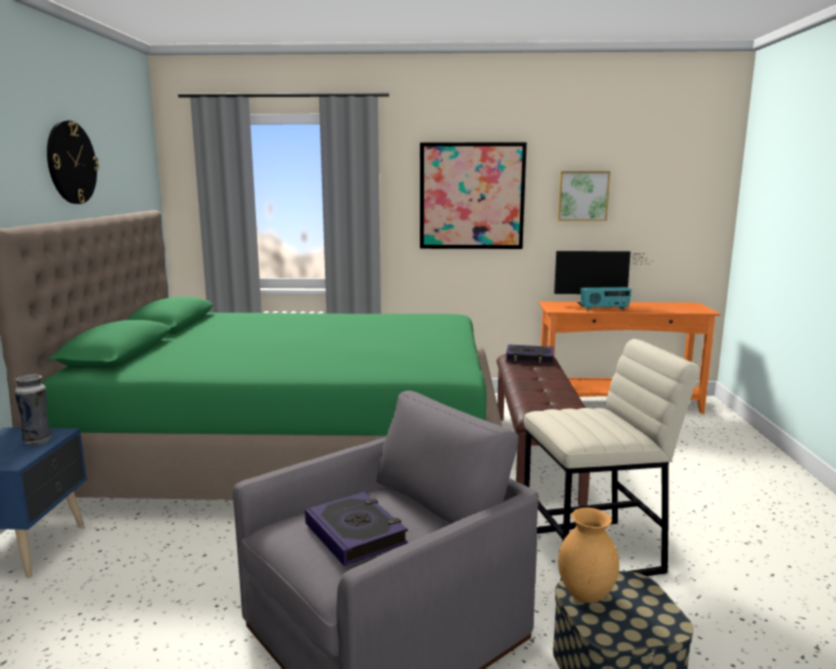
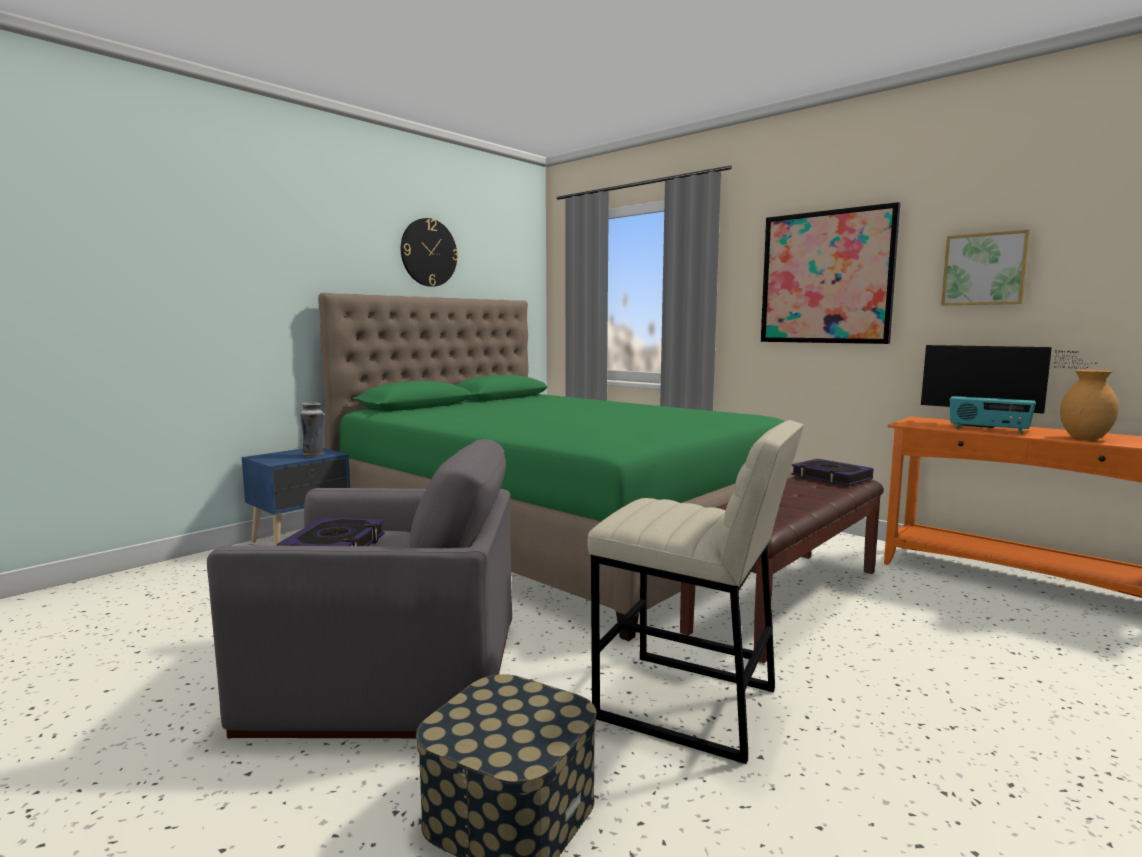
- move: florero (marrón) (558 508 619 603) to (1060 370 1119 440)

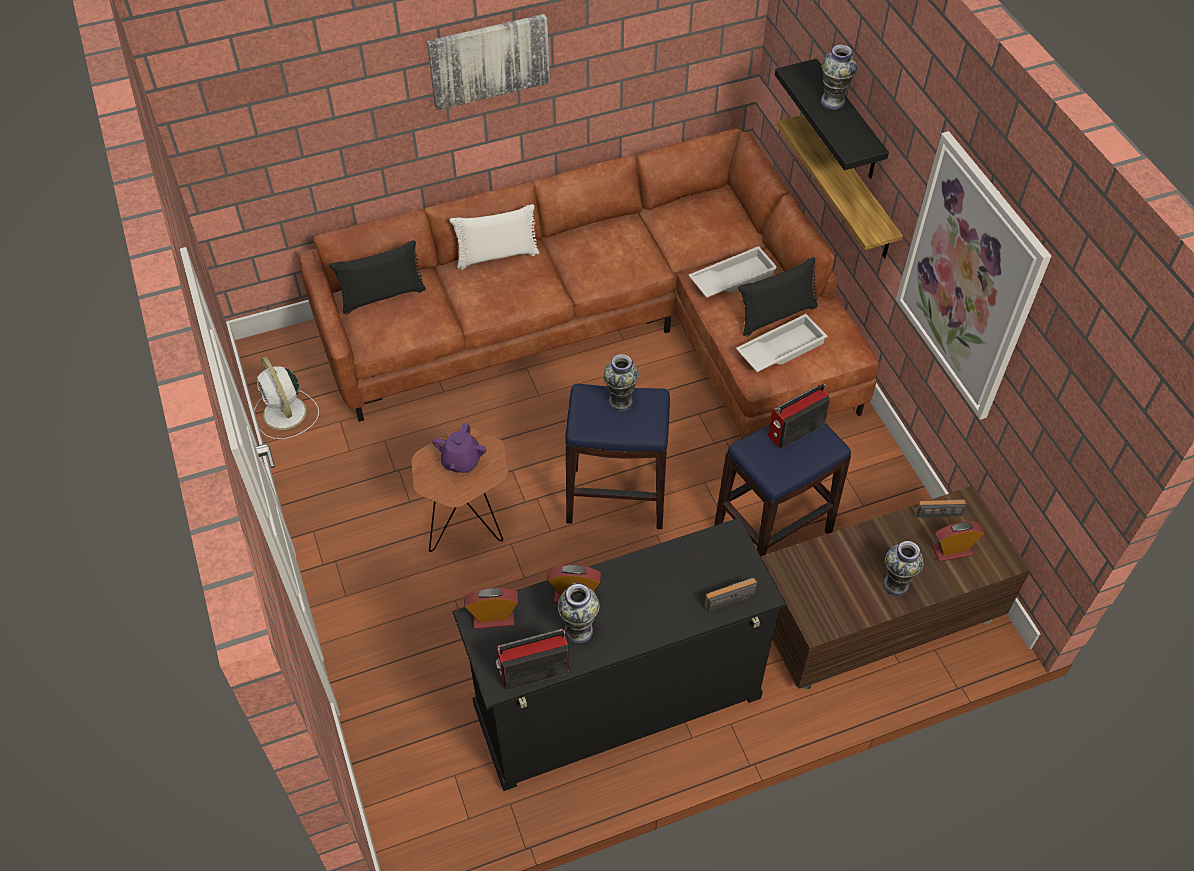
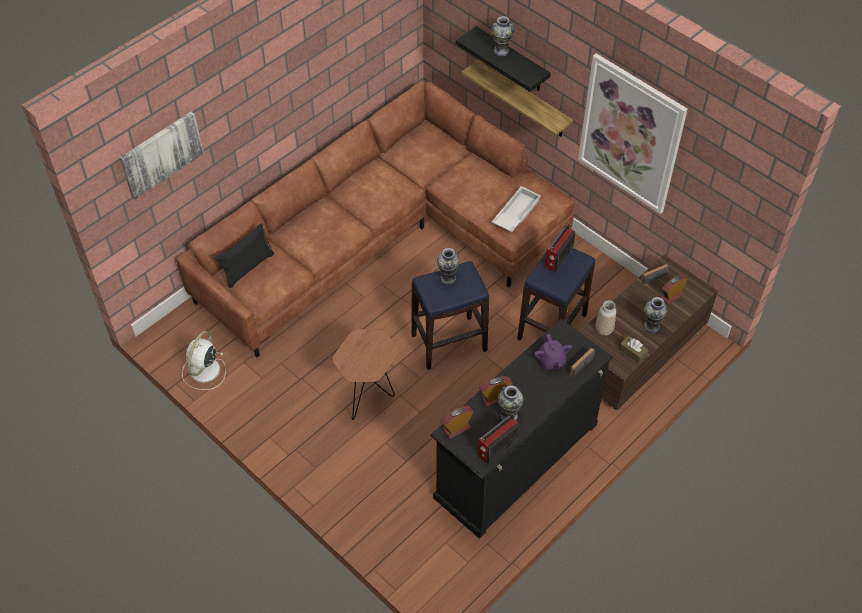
- delete: cojín (blanco) (450 204 539 270)
- delete: bandeja (blanco) (688 246 778 298)
- delete: cojín (negro) (738 257 818 336)
- insert: florero (596 300 616 336)
- insert: caja de pañuelos (marrón) (619 336 648 364)
- move: cuadro (427 14 550 110) to (120 111 204 200)
- move: tetera (morado) (432 423 486 473) to (534 334 572 370)
- rotate: ventilador (blanco) (254 357 319 439) = (182 331 226 390) 75 degrees clockwise

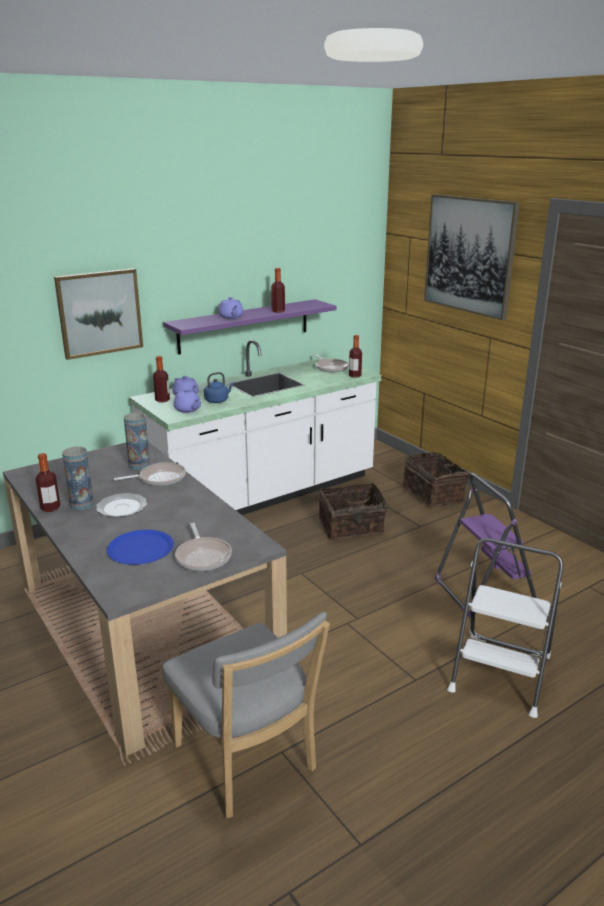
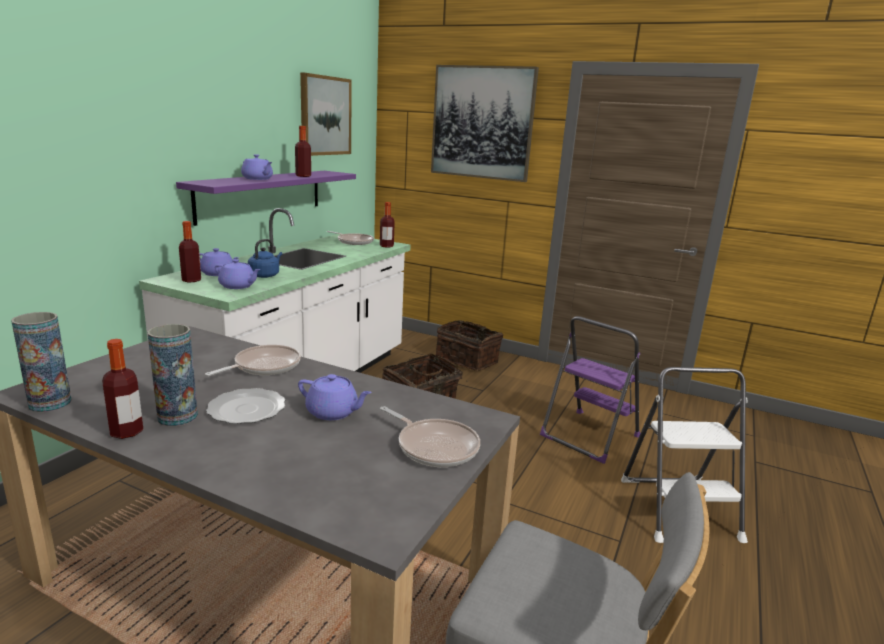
- delete: plato (azul) (107 530 174 565)
- insert: tetera (morado) (298 374 372 420)
- move: cuadro (54 268 143 360) to (300 73 352 156)
- move: florero (124 413 150 470) to (11 312 71 412)

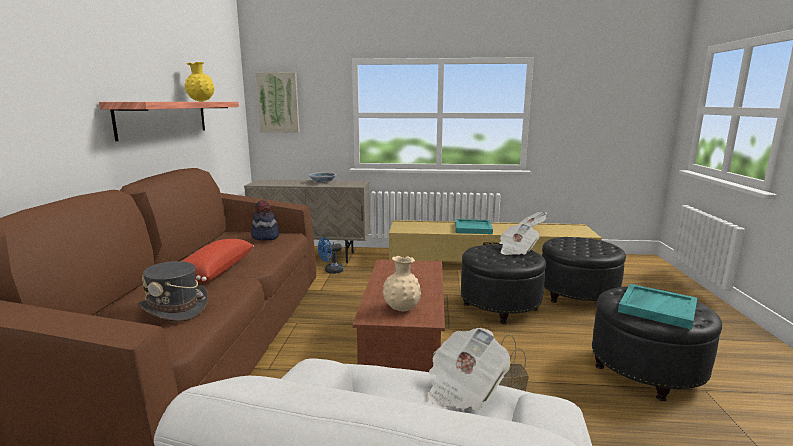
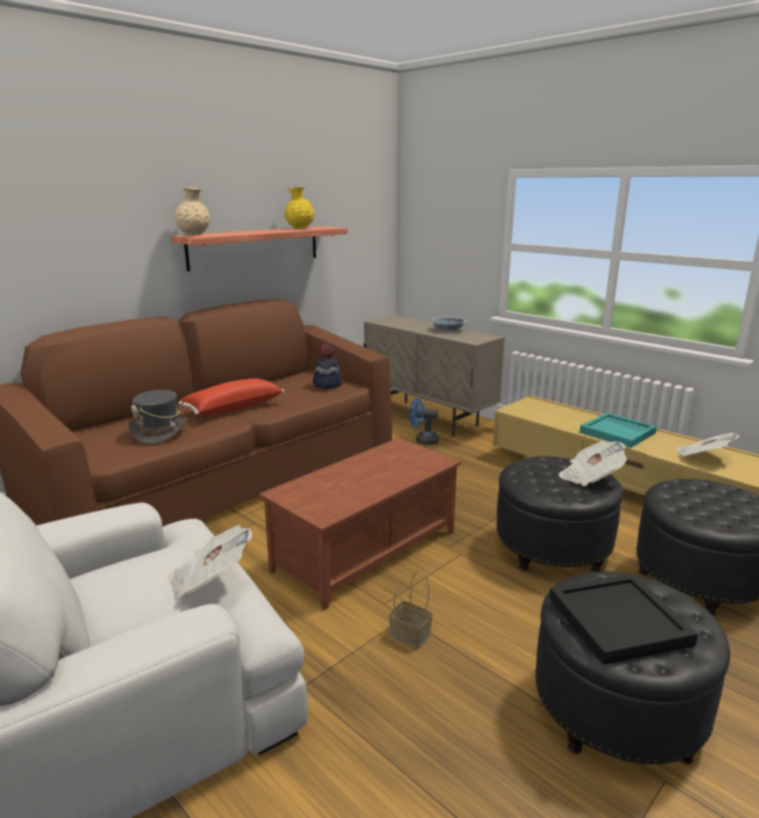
- delete: cuadro (256 72 300 133)
- move: florero (beis) (382 256 421 311) to (175 187 210 236)
- recolor: bandeja (turquesa) (618 284 698 330) to bandeja (negro) (549 574 698 665)

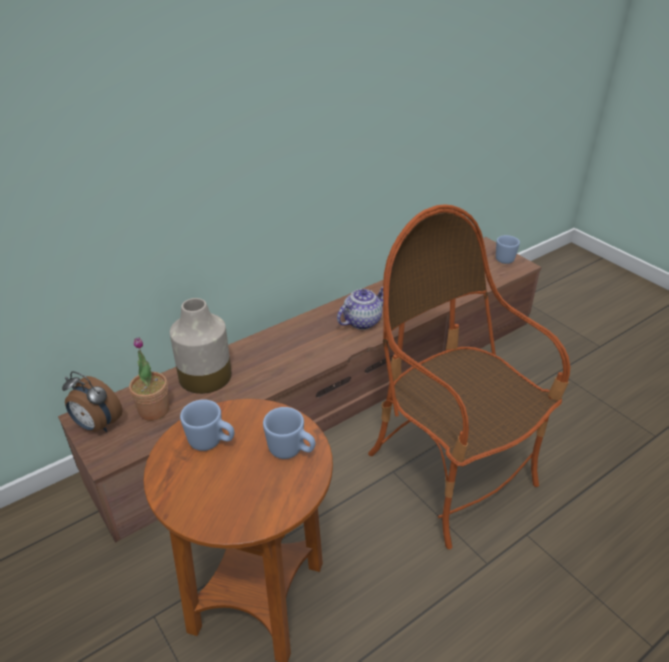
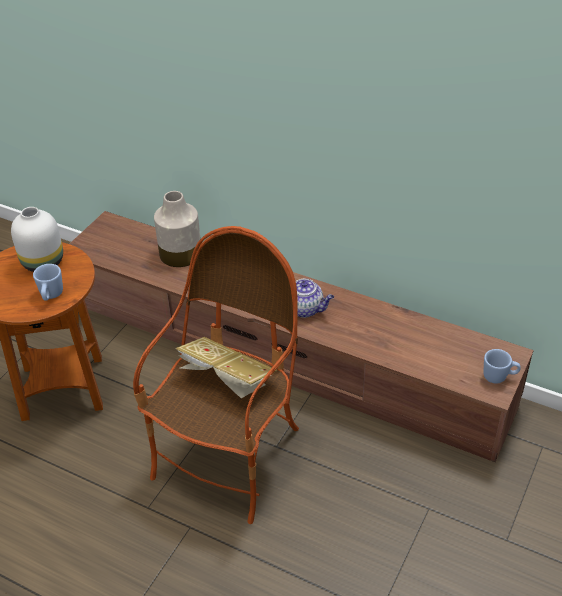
- delete: despertador (62 371 122 432)
- delete: planta en maceta (129 337 169 421)
- insert: libro (175 337 277 398)
- replace: taza grande (azul) (180 400 235 451) to florero (blanco) (11 207 63 272)

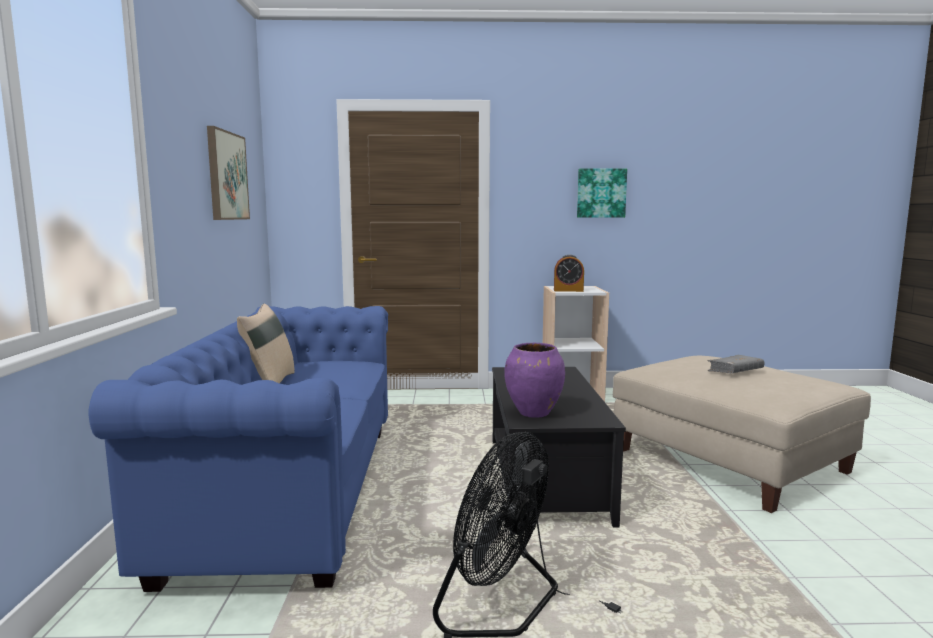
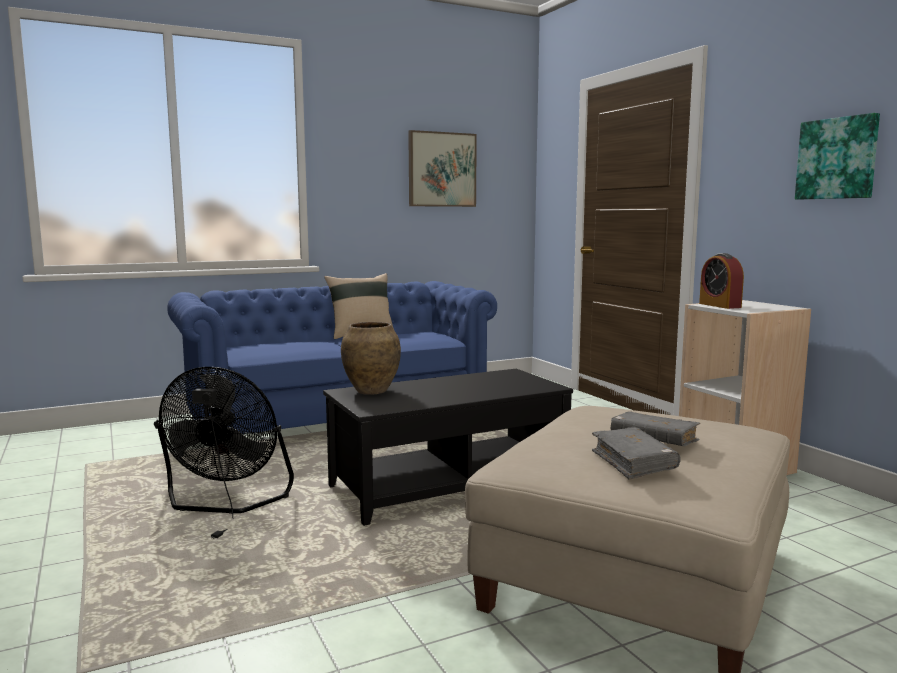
- insert: libro (gris) (592 427 680 479)
- recolor: florero (morado) (504 343 565 418) to florero (marrón) (341 322 401 395)

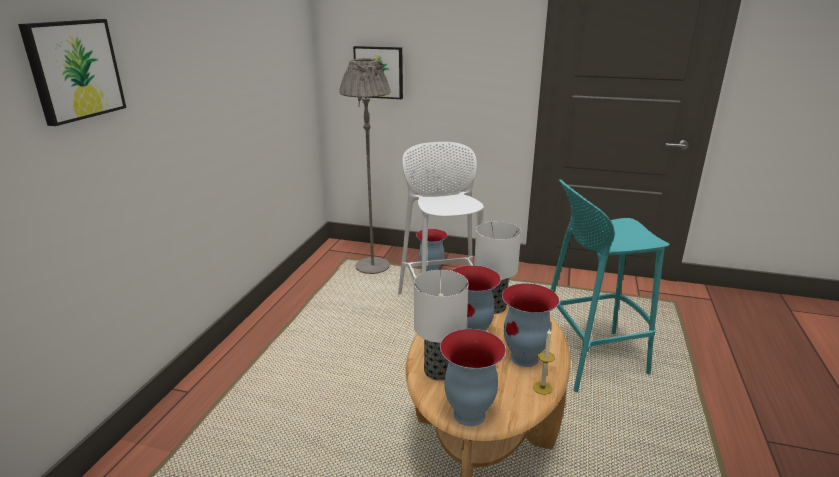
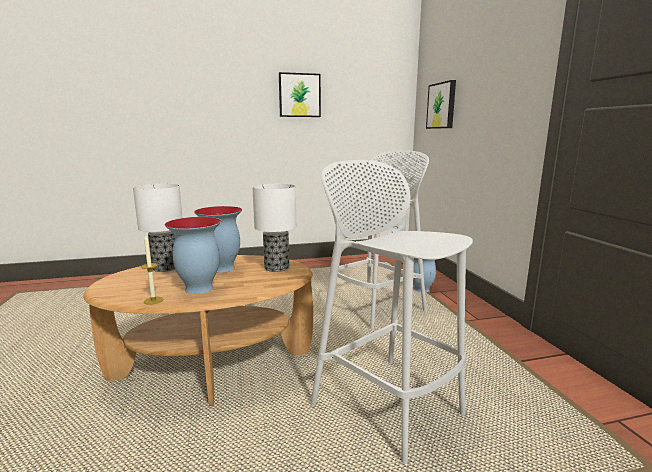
- delete: lámpara de pie (gris) (339 58 391 274)
- delete: florero (440 329 506 426)
- move: cuadro (18 19 126 126) to (279 72 321 117)
- recolor: taburete (turquesa) (551 179 670 392) to taburete (blanco) (310 160 473 464)

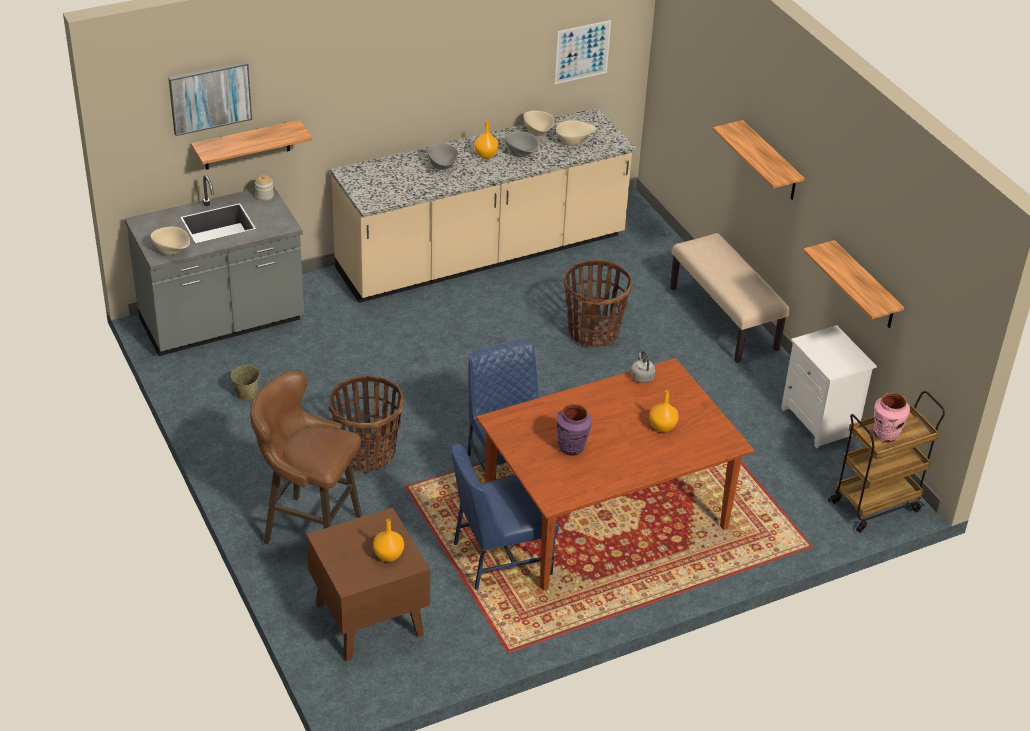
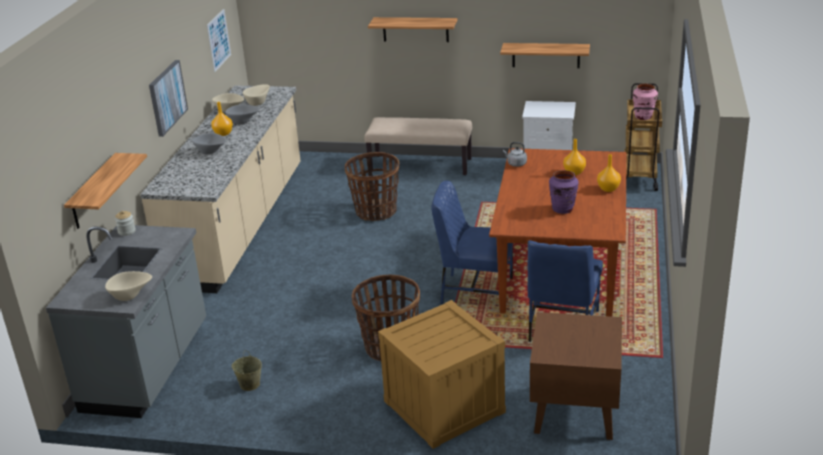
- move: cuadro (168 61 252 136) to (149 60 188 137)
- move: florero (naranja) (373 518 404 562) to (597 154 621 192)
- replace: taburete (marrón) (250 370 362 545) to caja de embalaje (378 300 506 449)

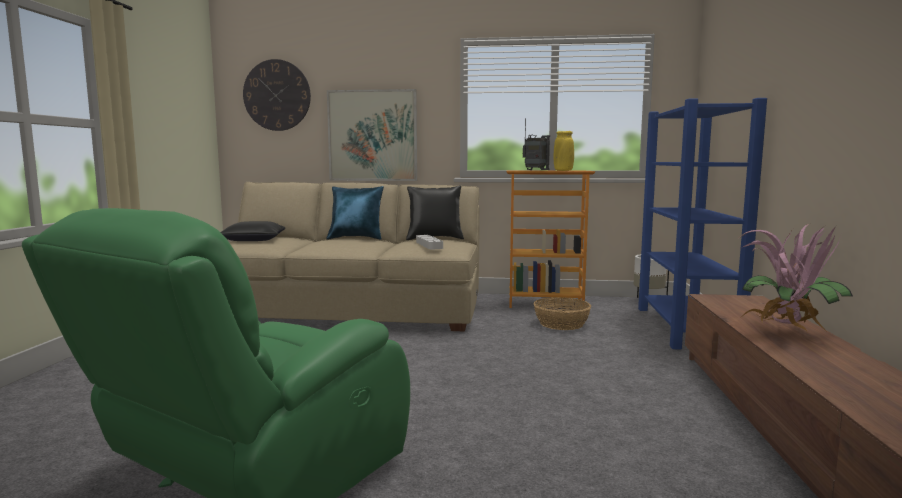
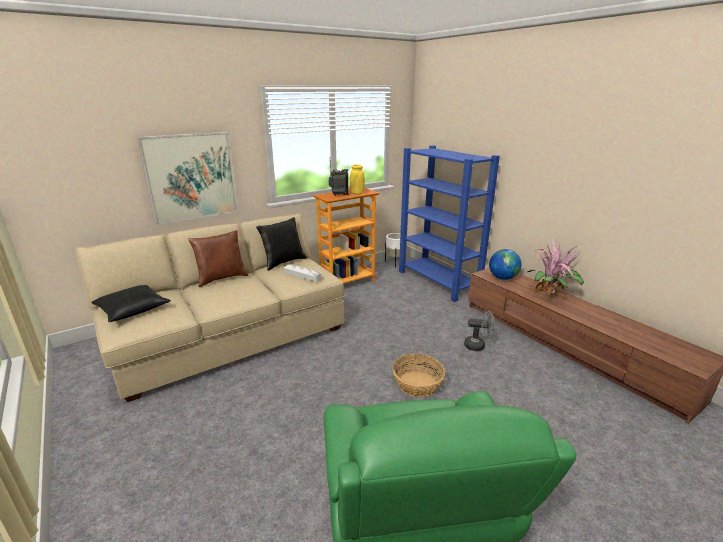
- delete: reloj de pared (243 59 311 131)
- insert: ventilador (gris) (464 311 495 351)
- insert: globo terráqueo (489 249 521 280)
- move: cesta (533 297 591 330) to (392 354 445 397)
- recolor: cojín (azul) (326 186 384 240) to cojín (marrón) (188 230 249 287)

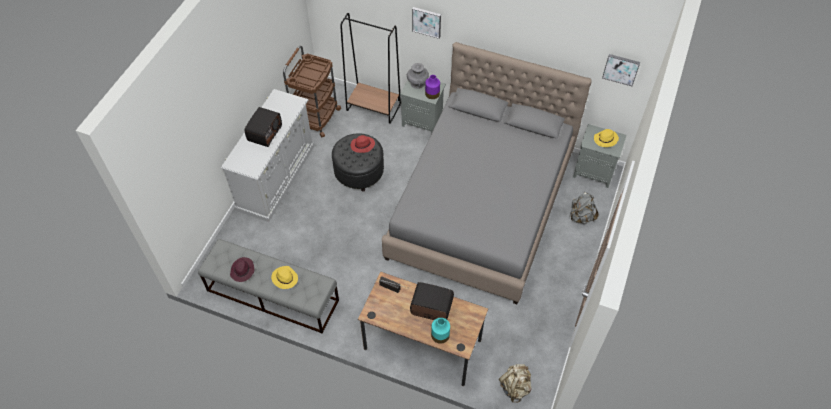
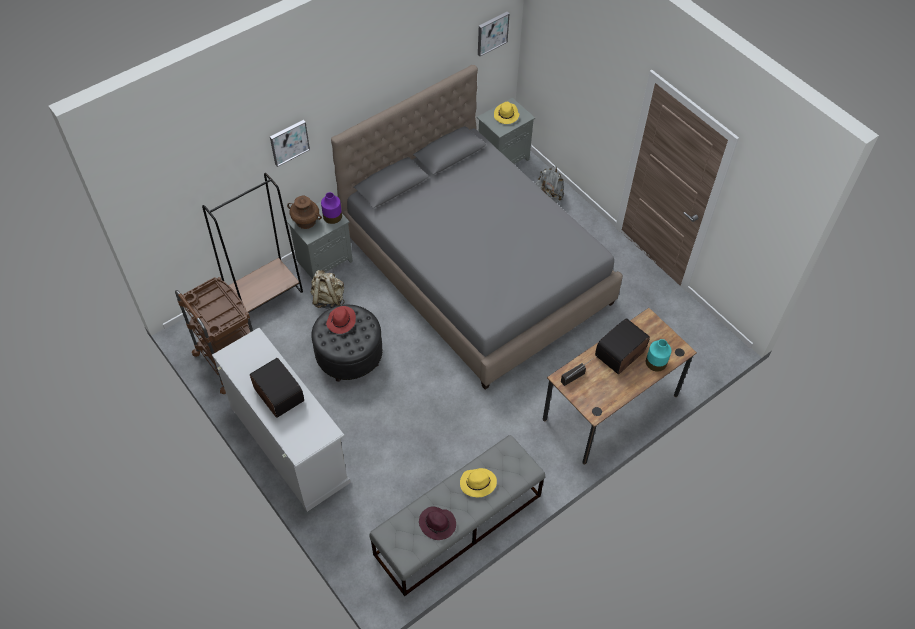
- move: mochila (beis) (499 364 532 403) to (311 270 345 308)
- recolor: florero (gris) (407 63 429 89) to florero (marrón) (287 196 322 229)

